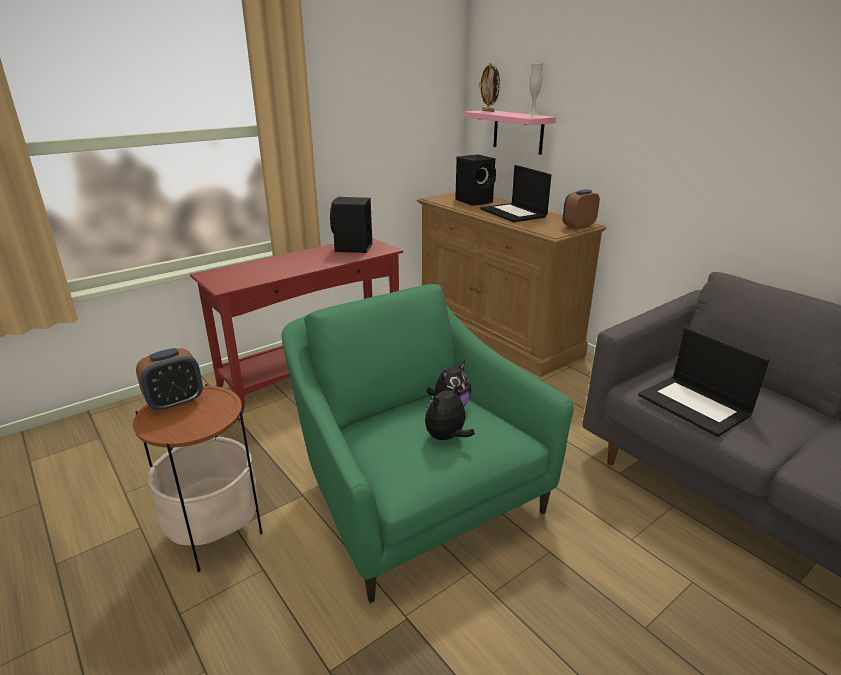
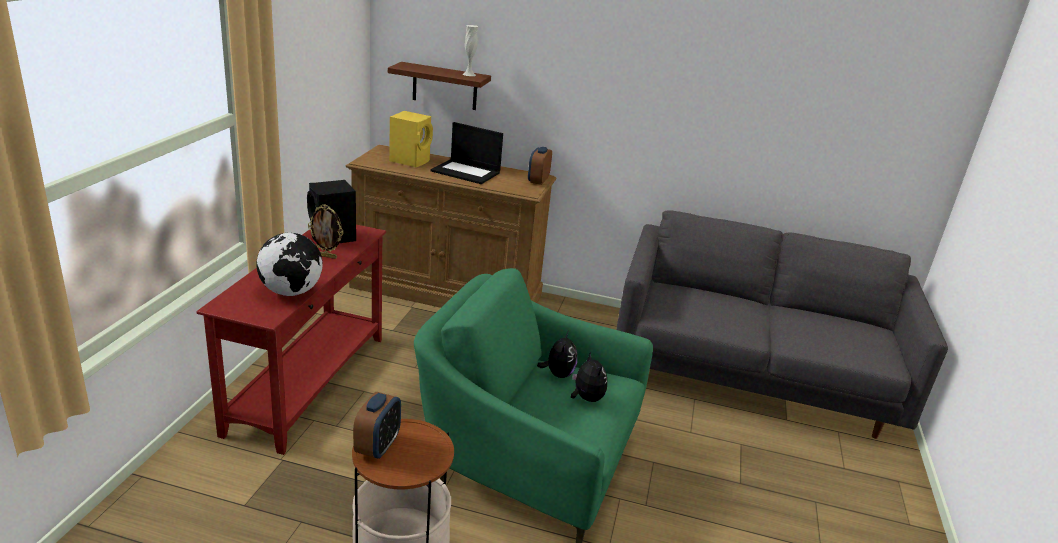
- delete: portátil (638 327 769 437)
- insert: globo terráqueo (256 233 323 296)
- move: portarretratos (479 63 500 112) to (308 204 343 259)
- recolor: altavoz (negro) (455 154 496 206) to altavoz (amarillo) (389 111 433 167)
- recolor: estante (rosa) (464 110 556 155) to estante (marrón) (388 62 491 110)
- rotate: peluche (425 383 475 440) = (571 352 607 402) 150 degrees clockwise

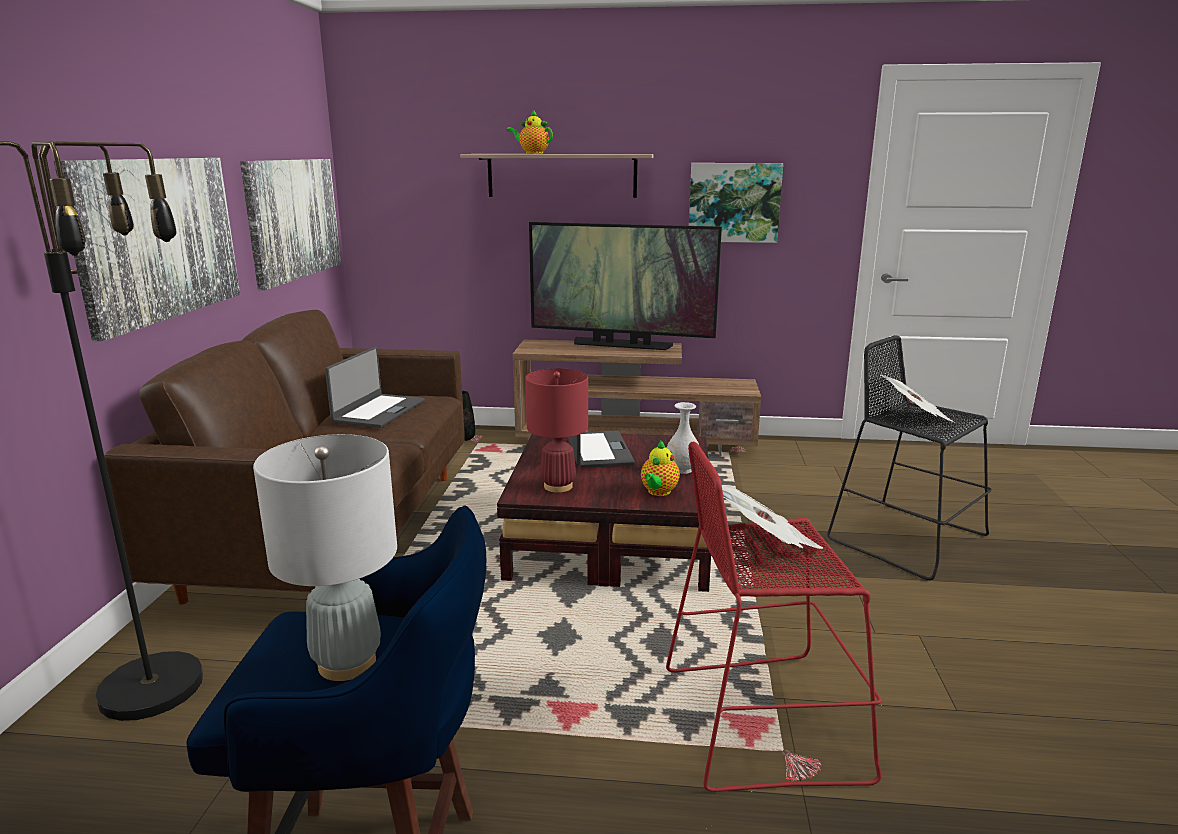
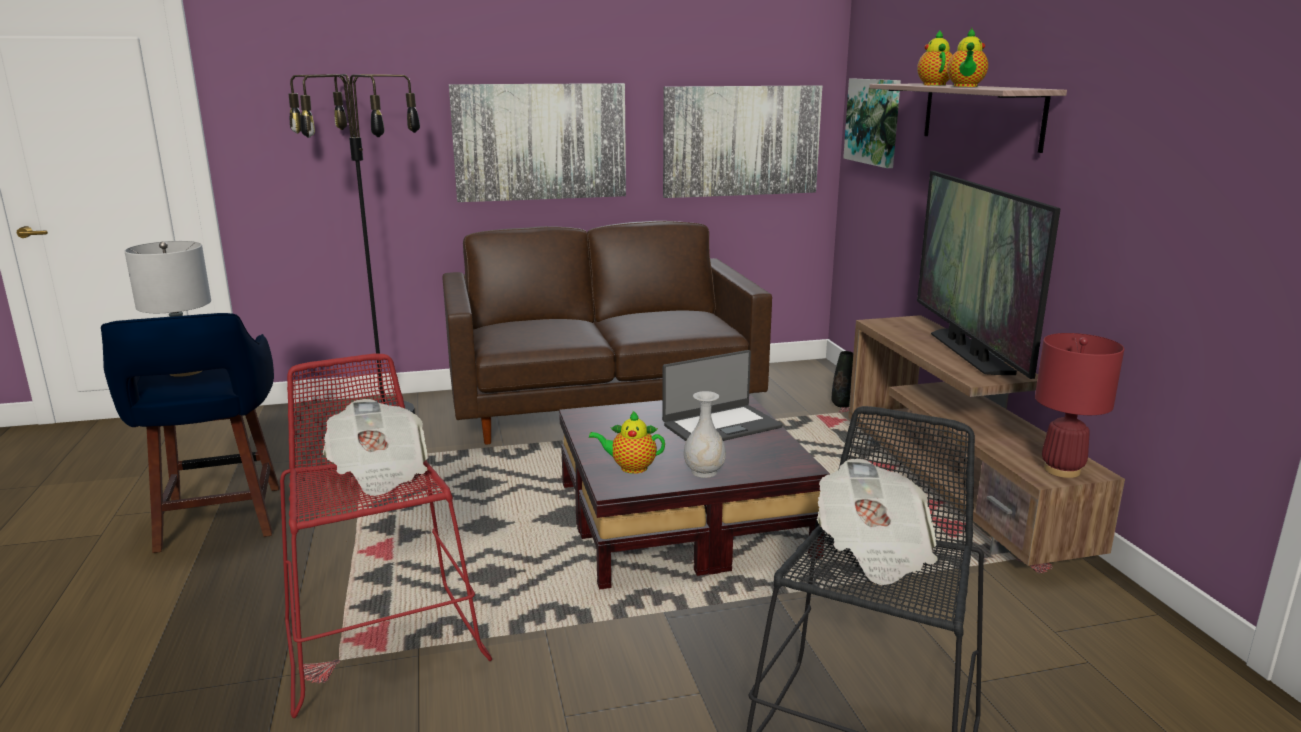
- delete: portátil (325 347 425 428)
- insert: tetera (947 28 988 87)
- move: lámpara de mesa (rojo) (525 368 588 493) to (1035 333 1124 478)
- move: cuadro (689 163 783 243) to (843 79 901 168)

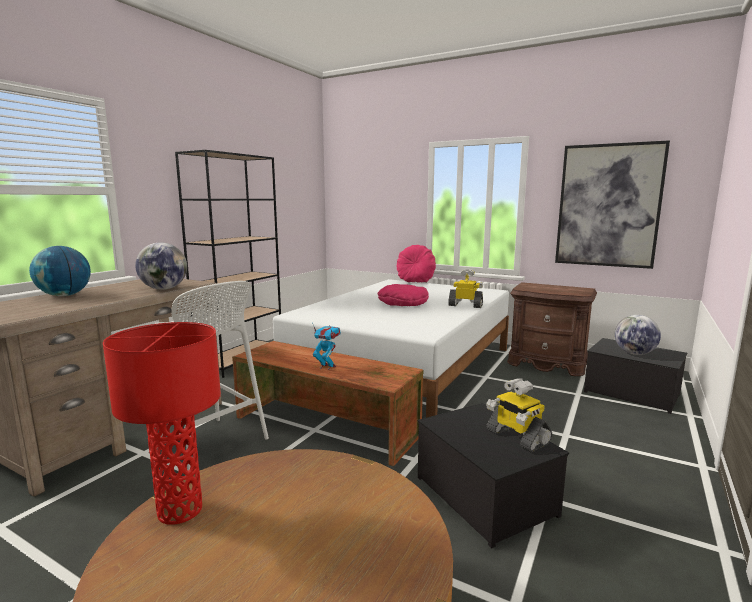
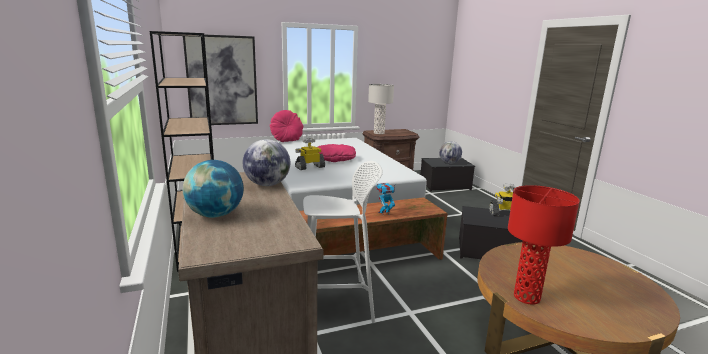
- insert: lámpara de mesa (blanco) (368 84 394 134)
- move: robot de juguete (448 269 483 308) to (295 137 325 170)
- move: cuadro (555 140 670 269) to (183 35 258 125)

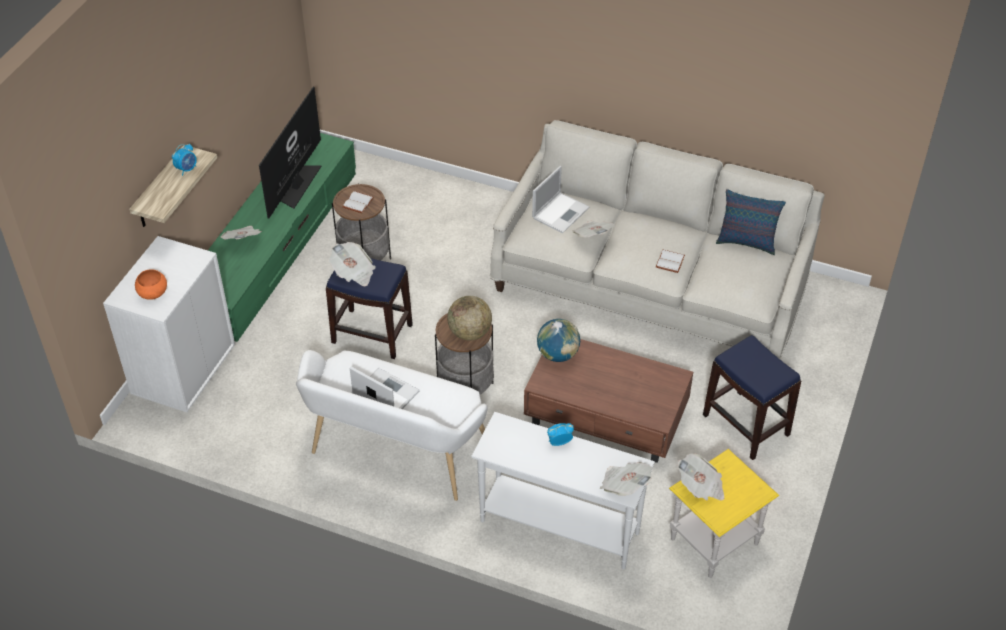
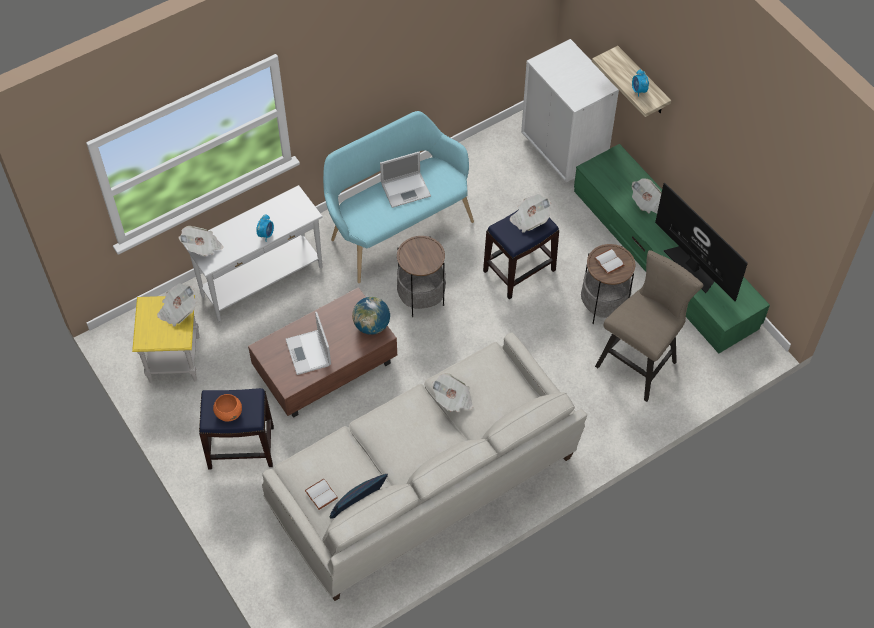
- delete: globo terráqueo (447 296 492 341)
- insert: taburete (beis) (595 250 704 402)
- move: cuenco (naranja) (135 269 167 300) to (213 394 242 422)
- move: portátil (532 166 589 233) to (286 312 331 375)
- move: libro (blanco) (656 250 685 273) to (305 479 338 510)
- recolor: banco (blanco) (296 350 488 501) to banco (turquesa) (323 111 474 283)

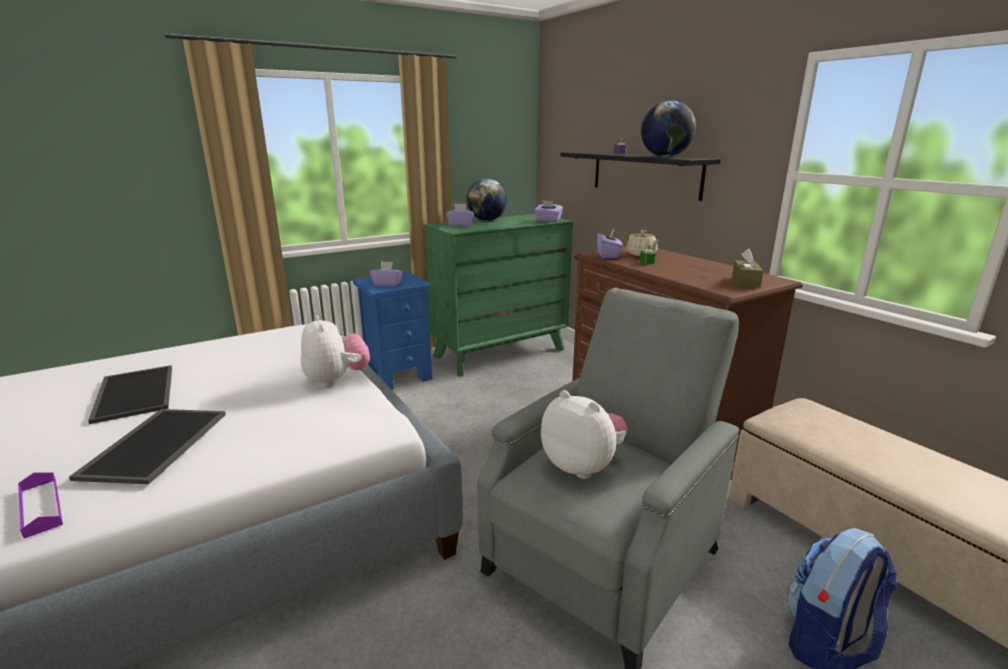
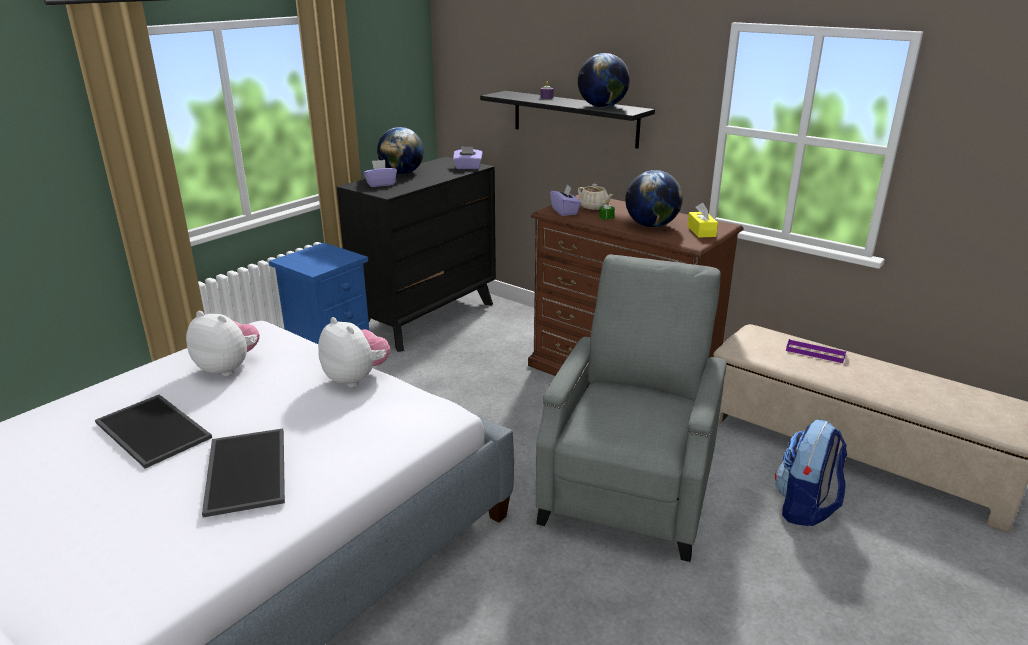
- delete: caja de pañuelos (morado) (370 261 403 286)
- insert: globo terráqueo (625 170 683 227)
- move: bandeja (morado) (18 473 63 538) to (786 339 846 363)
- move: peluche (541 390 627 479) to (186 311 260 376)
- recolor: cómoda (verde) (424 214 573 376) to cómoda (negro) (337 157 496 352)
- recolor: caja de pañuelos (marrón) (732 249 763 288) to caja de pañuelos (amarillo) (687 203 718 238)

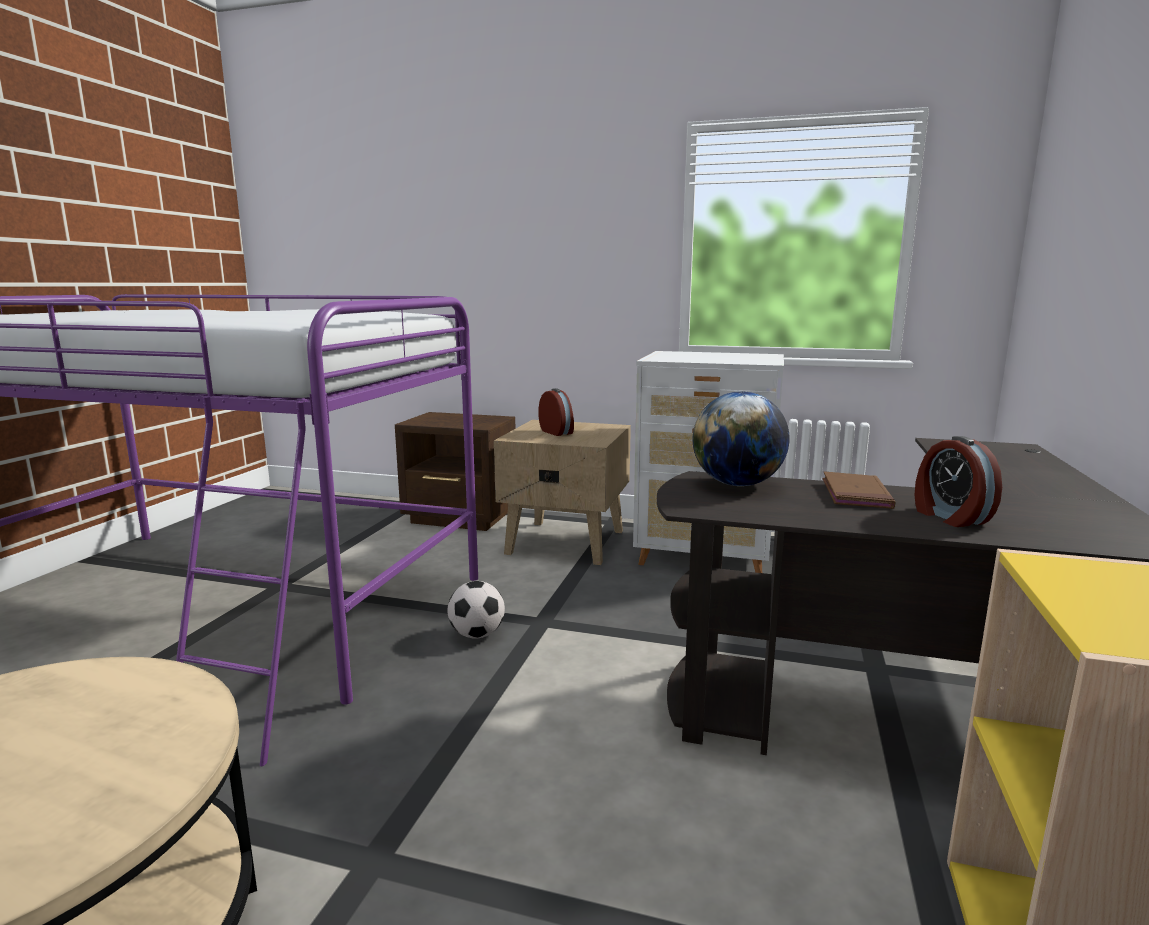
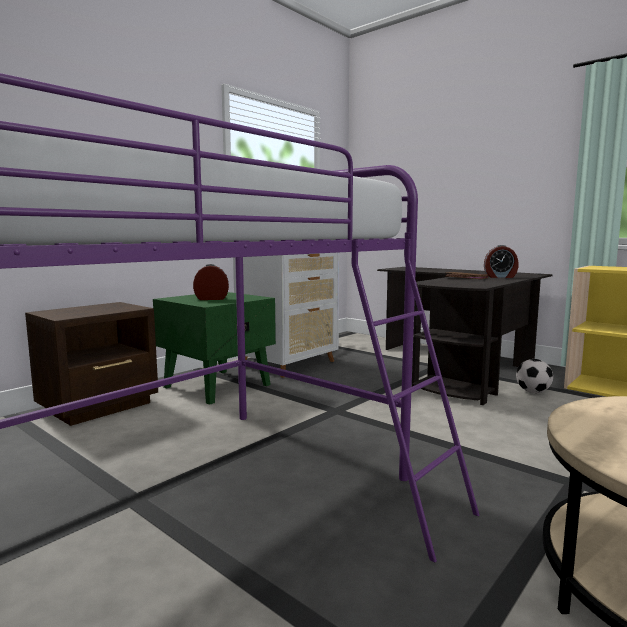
- delete: globo terráqueo (692 392 790 486)
- move: balón de fútbol (448 581 505 639) to (516 359 553 393)
- recolor: mesita de noche (beis) (494 420 631 565) to mesita de noche (verde) (153 292 276 405)

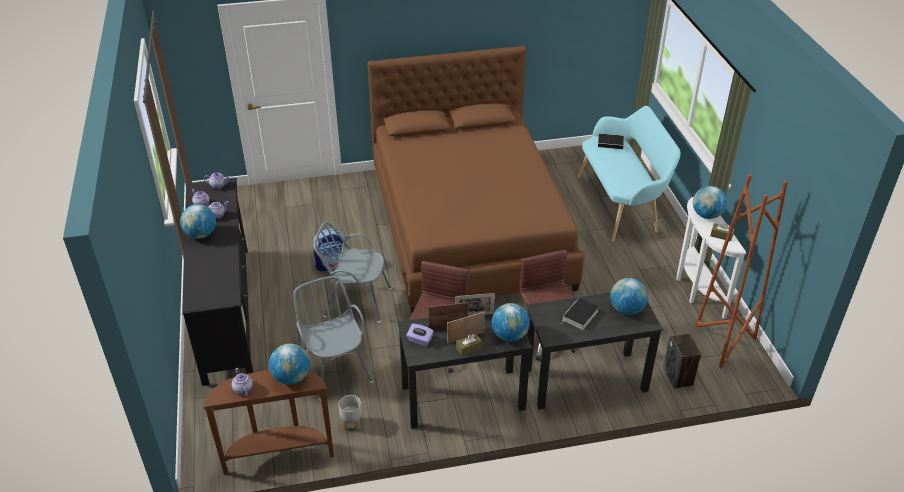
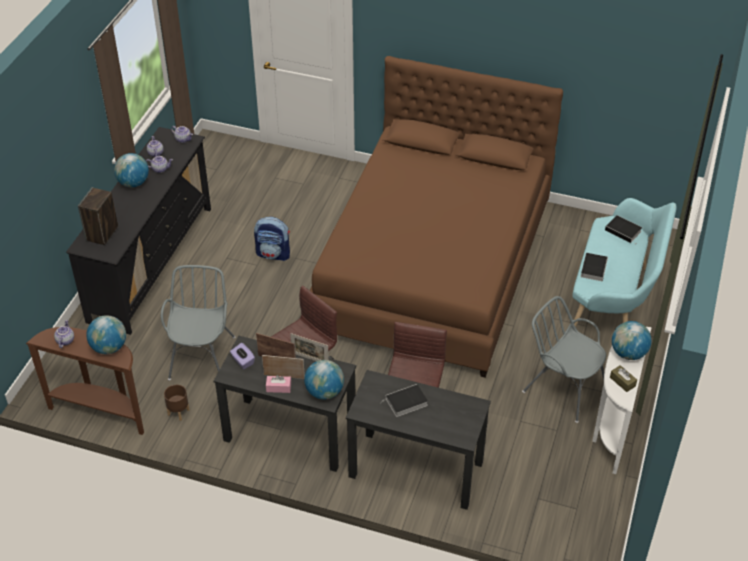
- delete: globo terráqueo (610 278 648 315)
- delete: perchero (marrón) (695 174 788 368)
- insert: libro (581 253 608 282)
- move: silla (gris) (314 222 392 323) to (522 296 606 423)
- move: altavoz (663 334 702 389) to (78 187 118 245)
- recolor: maceta (gris) (338 395 362 430) to maceta (marrón) (164 385 190 421)
- recolor: caja de pañuelos (marrón) (456 334 482 356) to caja de pañuelos (rosa) (266 375 291 393)

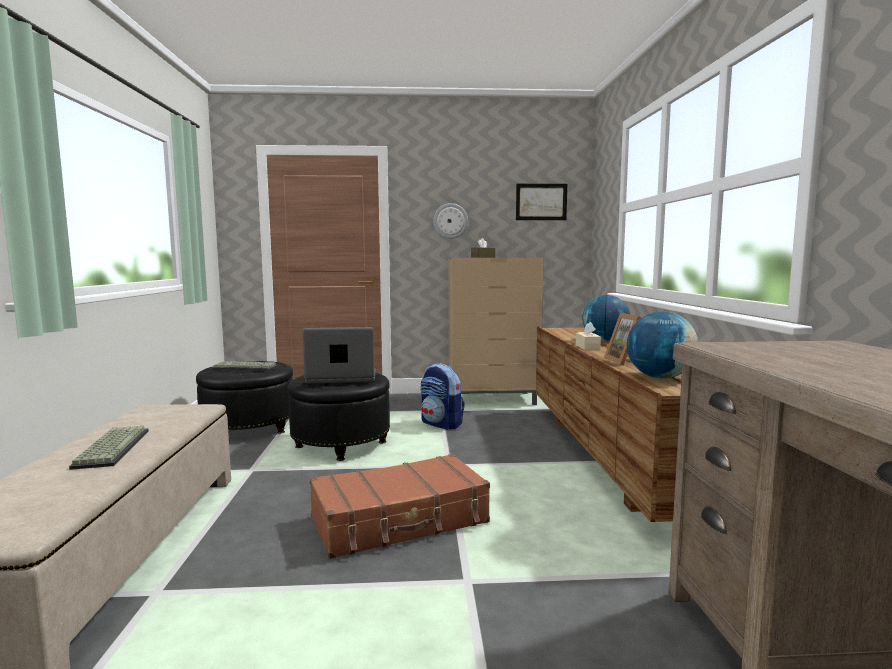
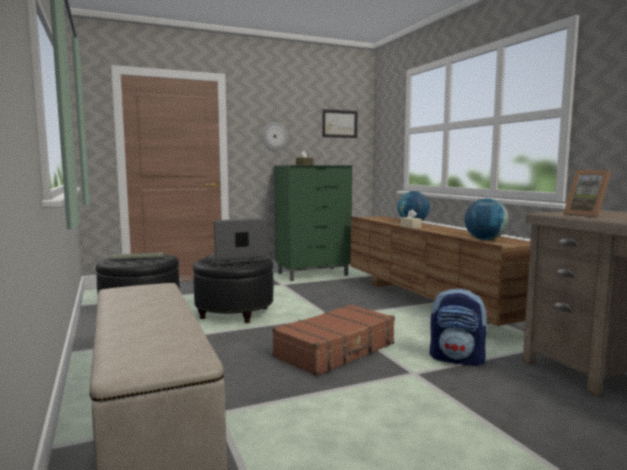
- delete: teclado (69 426 149 470)
- move: mochila (420 364 464 430) to (430 289 489 367)
- move: portarretratos (604 312 641 366) to (563 170 611 217)
- recolor: cómoda (beis) (449 258 544 405) to cómoda (verde) (274 165 352 281)

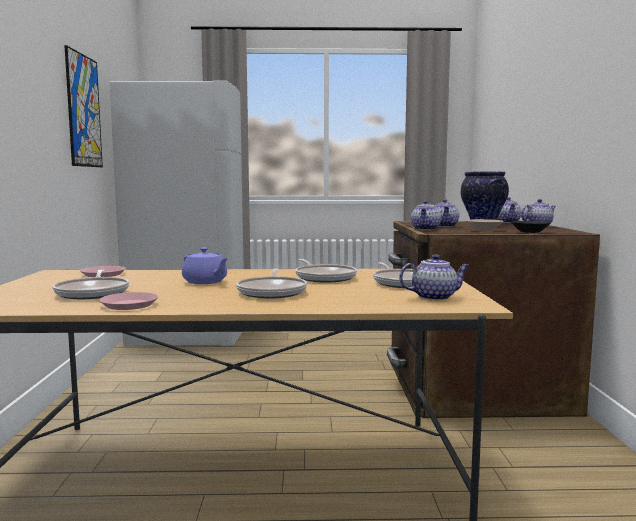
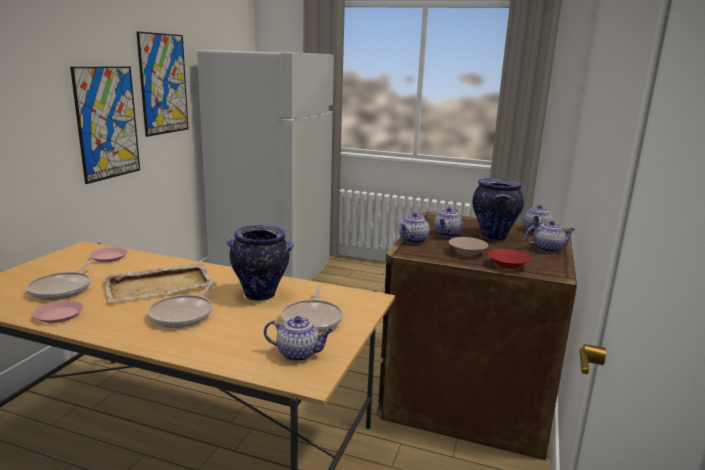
- insert: cuadro (70 67 140 184)
- replace: tetera (morado) (182 247 229 284) to bandeja (beis) (104 263 214 303)
- replace: sartén (295 259 357 283) to florero (227 225 294 301)
- recolor: cuenco (negro) (511 221 551 233) to cuenco (rojo) (488 249 531 269)

